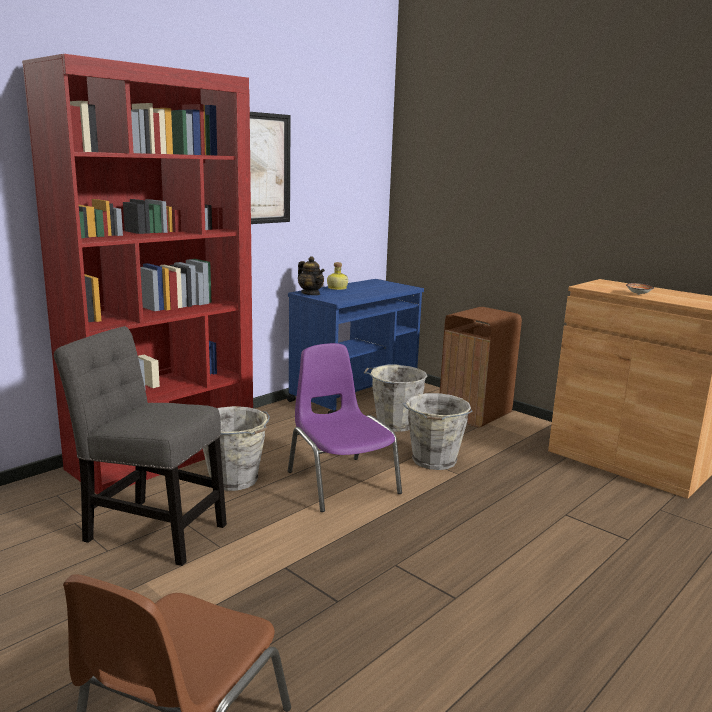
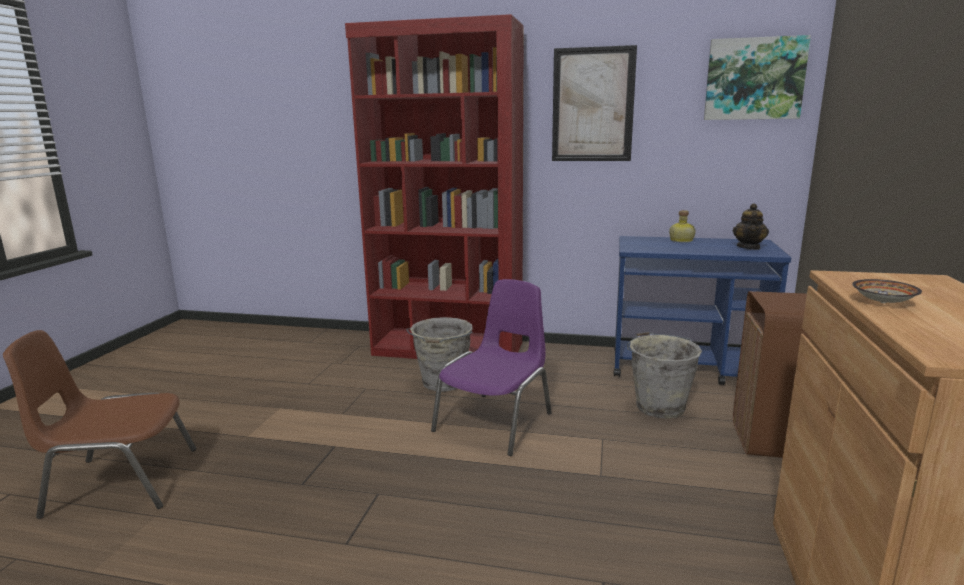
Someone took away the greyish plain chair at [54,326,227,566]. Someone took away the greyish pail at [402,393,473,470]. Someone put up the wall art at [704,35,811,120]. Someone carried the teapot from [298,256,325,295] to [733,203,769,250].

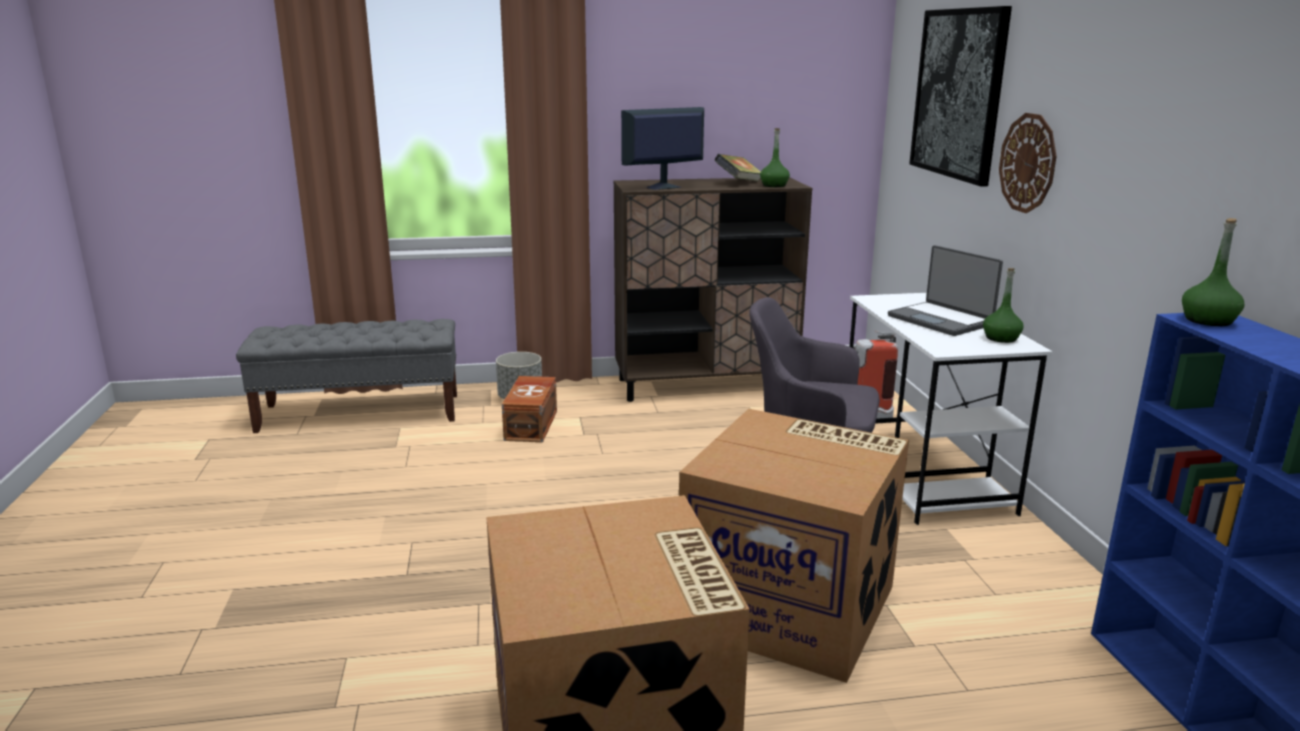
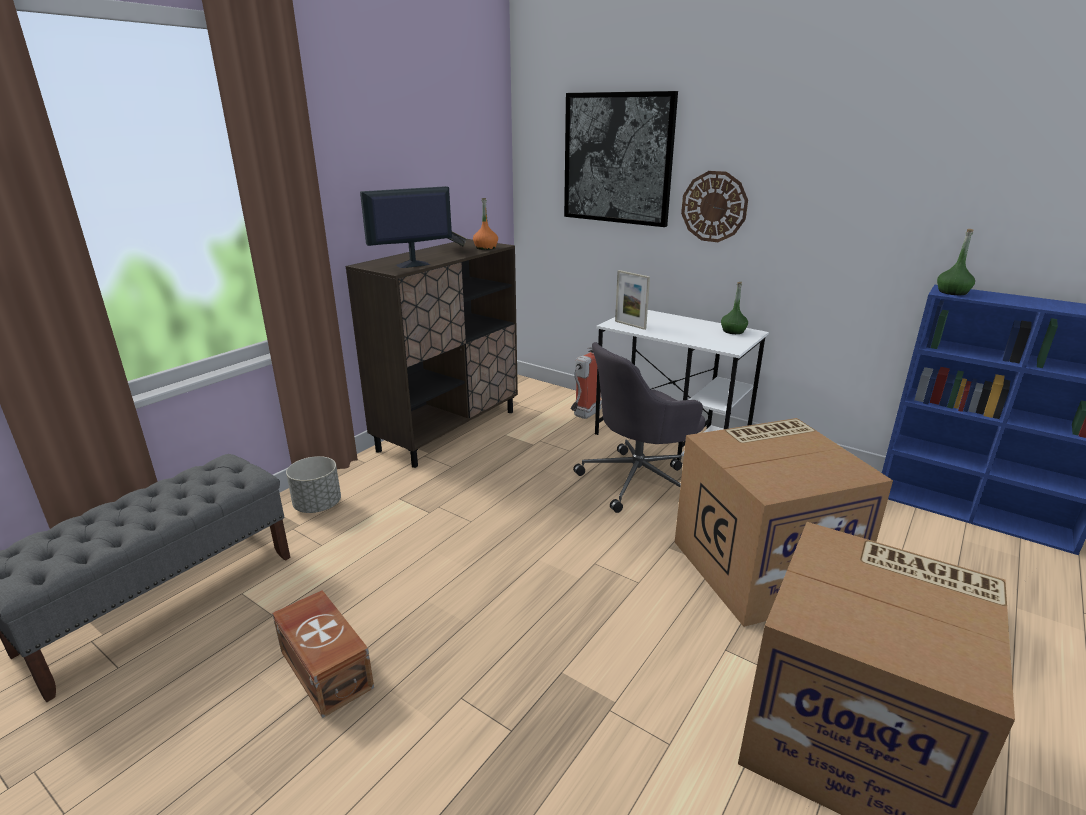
Someone took away the notebook computer at [888,245,1003,336]. Someone put down the standing frame at [615,270,650,330]. Someone carried the brown-coloured storage container from [502,376,557,442] to [272,590,374,718]. Someone repainted the green bottle at [760,128,790,187], which became the orangey bottle at [473,198,498,250]. Someone rotated the computer display at [621,107,704,190] by 45 degrees clockwise.

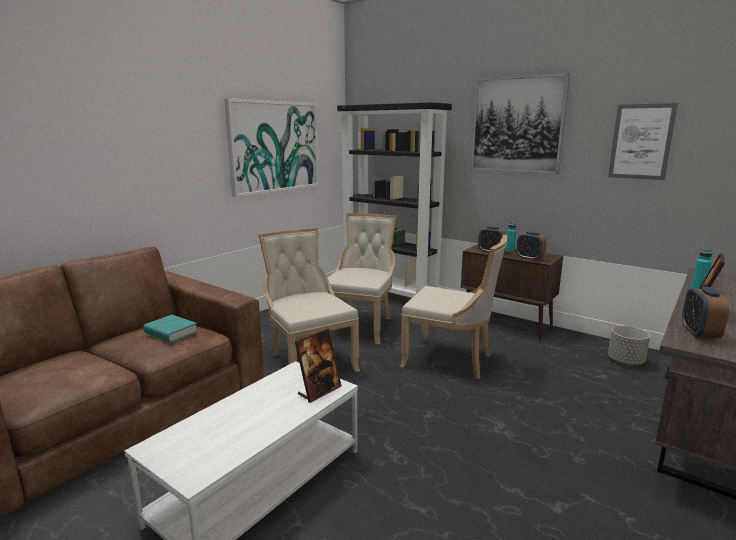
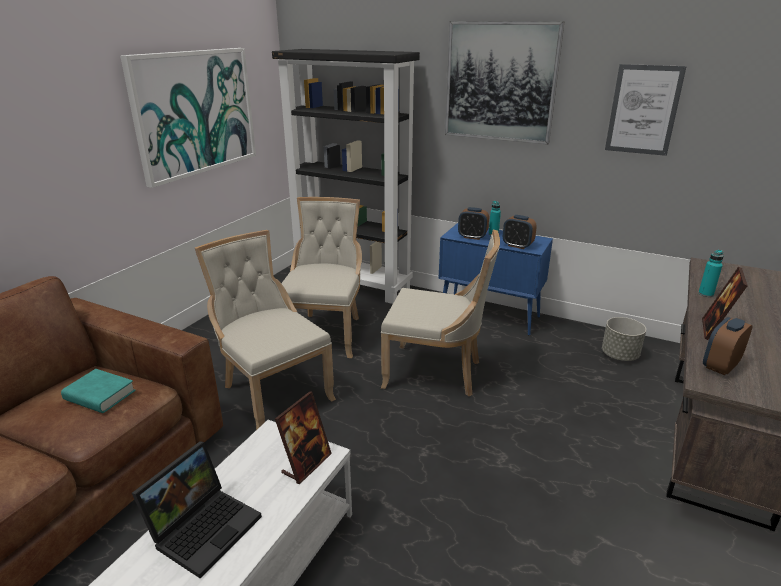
Someone put down the notebook computer at [132,441,262,579]. Someone repainted the brown-coloured cabinet at [461,244,563,341], which became the bluish cabinet at [439,223,553,336]. Someone rotated the alarm clock at [682,287,729,340] by 45 degrees clockwise.

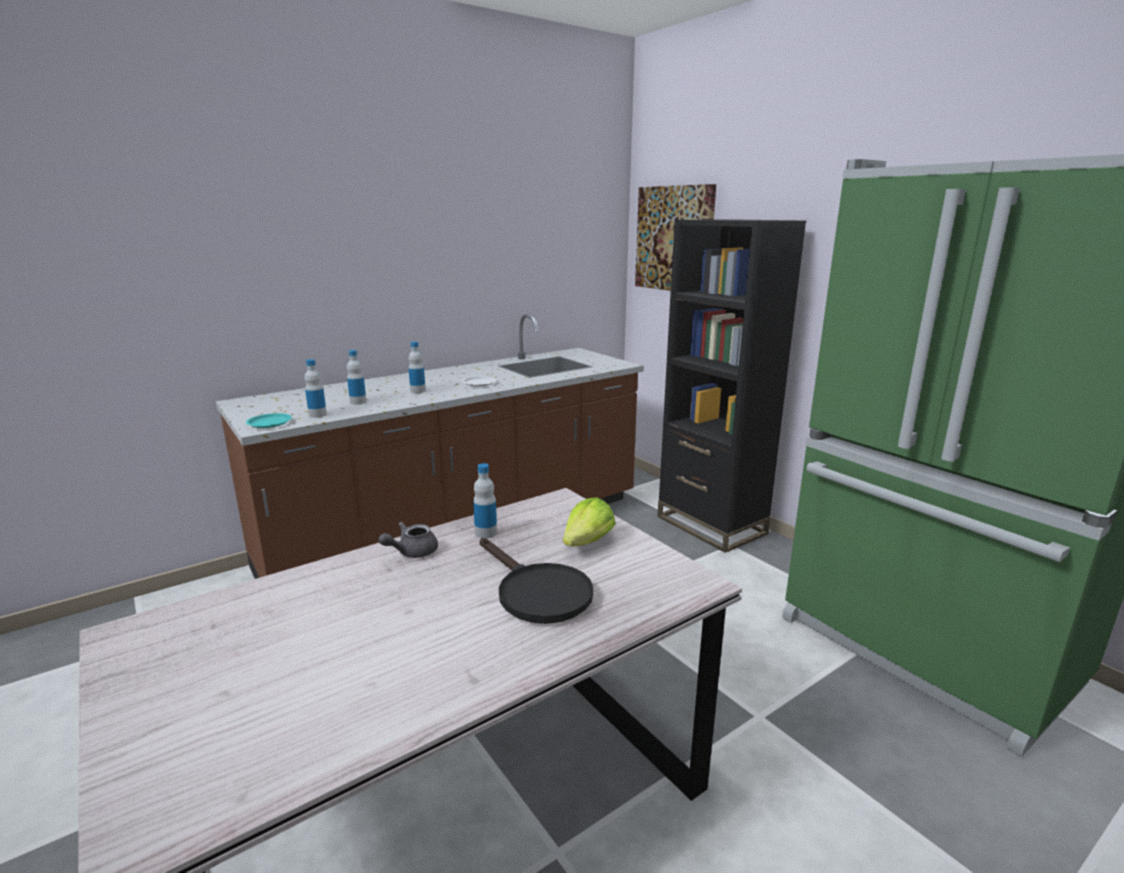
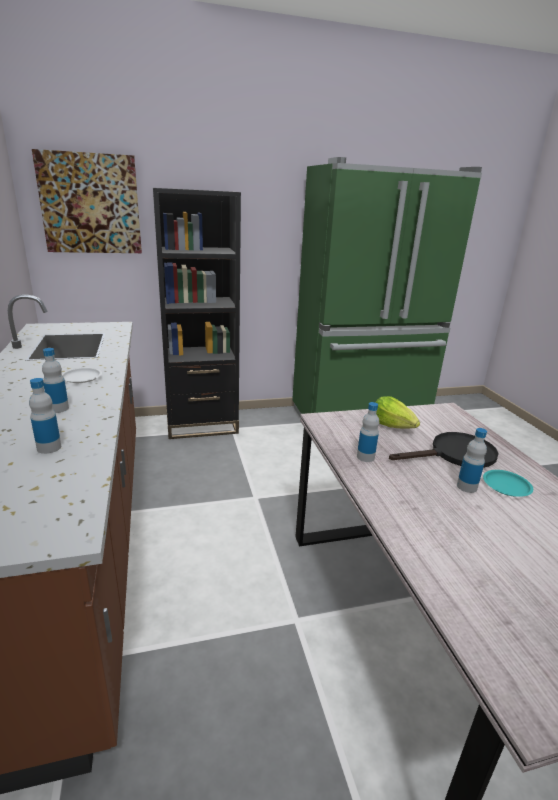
Someone took away the greyish teapot at [379,522,438,558]. Someone carried the turquoise-coloured flat dish from [246,413,292,428] to [483,470,533,497]. Someone carried the bottle from [305,359,327,418] to [457,428,487,493].

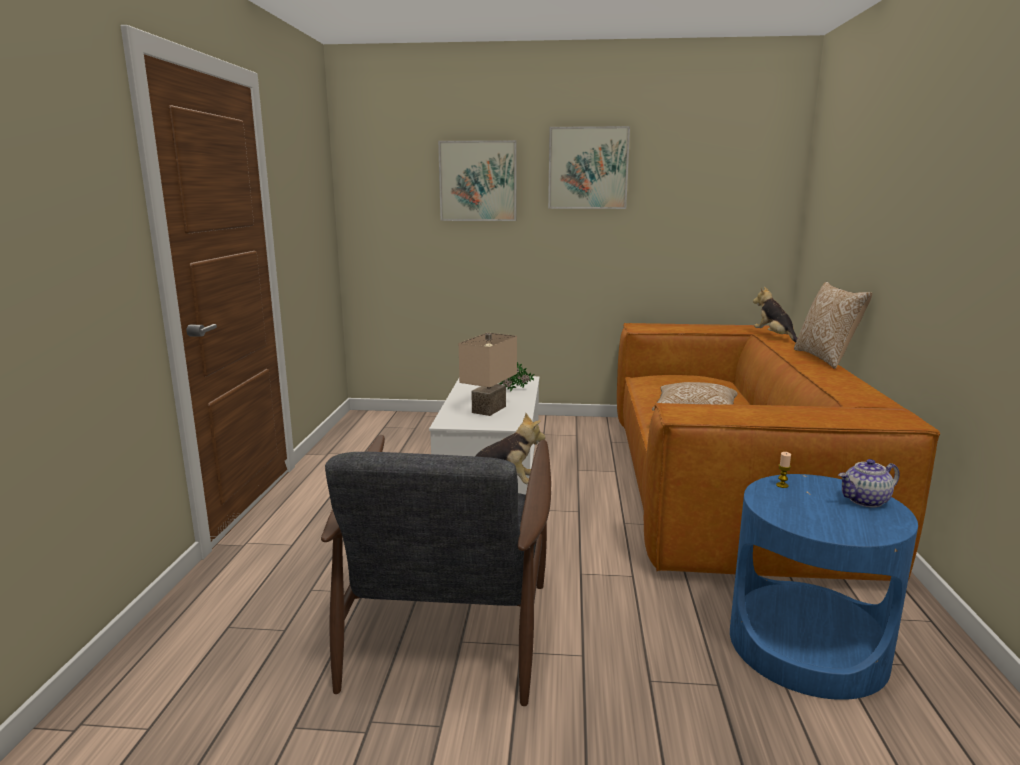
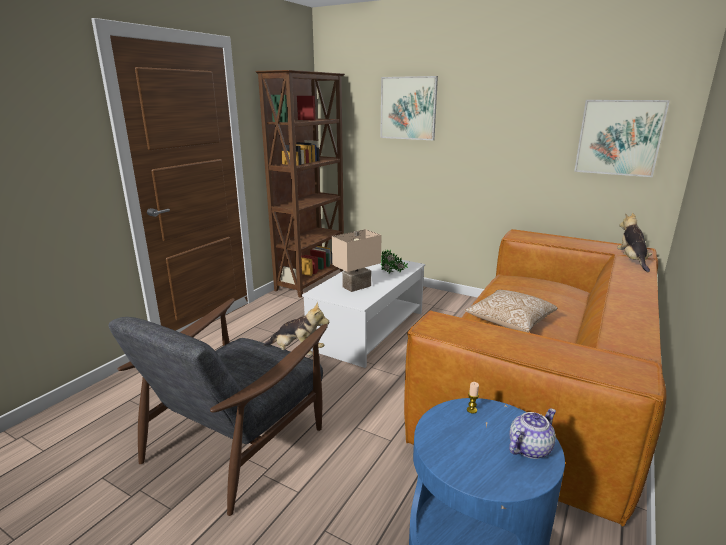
Someone took away the throw pillow at [794,282,872,369]. Someone put down the brown-coloured bookshelf at [255,70,345,298]. Someone carried the wall art from [548,126,630,209] to [574,100,670,177]. Someone rotated the teapot at [839,459,900,507] by 135 degrees clockwise.

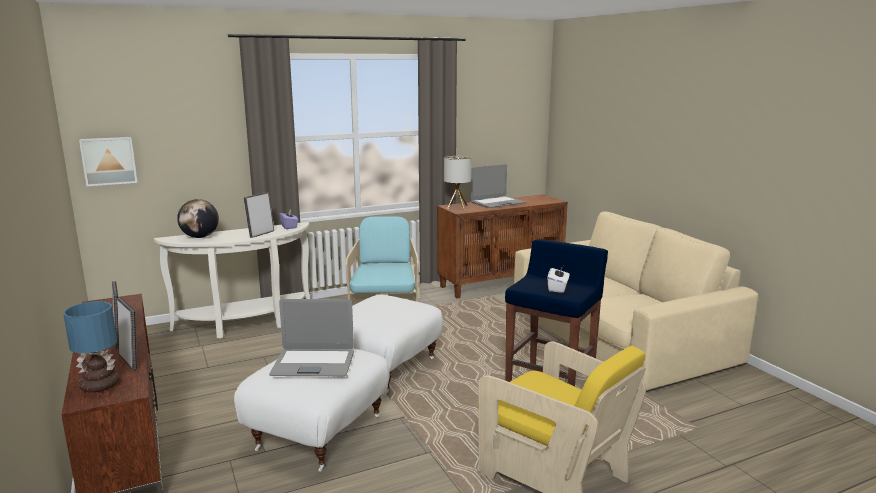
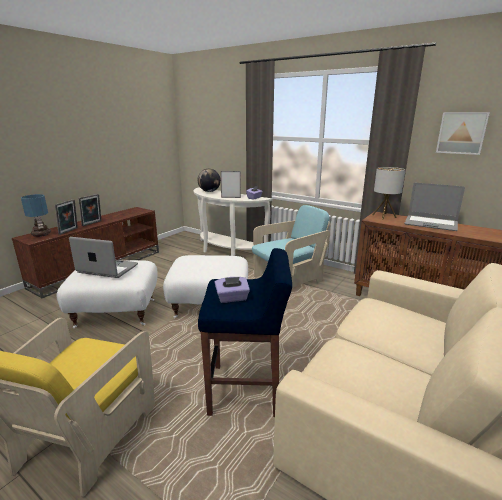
Someone carried the wall art from [79,137,138,186] to [436,112,490,155]. Someone repainted the white-coloured tissue box at [548,266,570,293], which became the purplish tissue box at [214,277,250,303]. Someone rotated the notebook computer at [269,299,354,376] by 135 degrees clockwise.

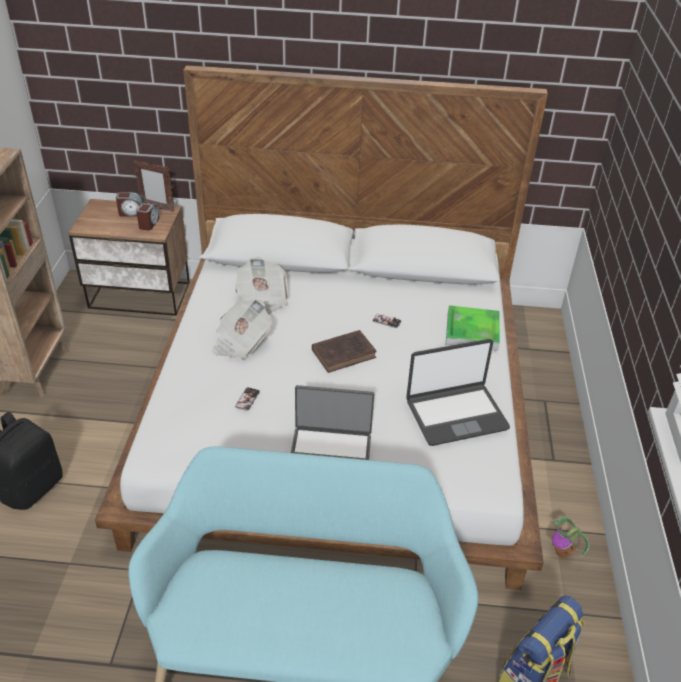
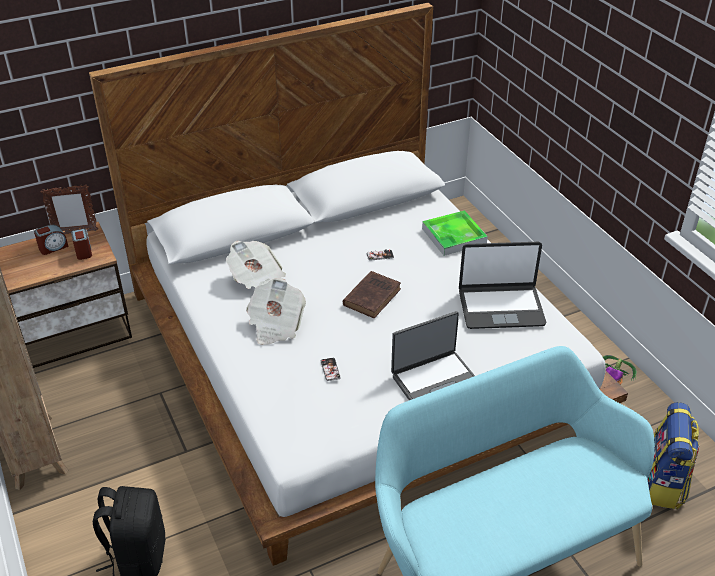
Someone rotated the notebook computer at [406,339,510,446] by 45 degrees clockwise.

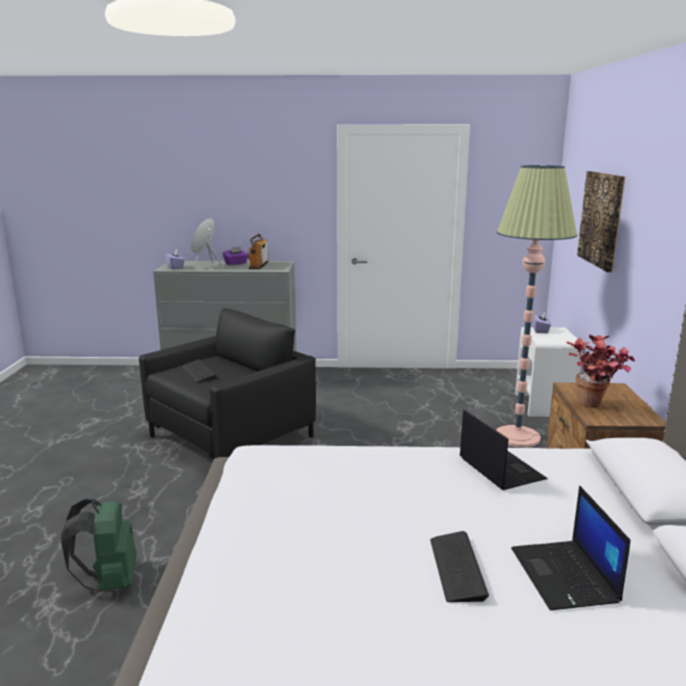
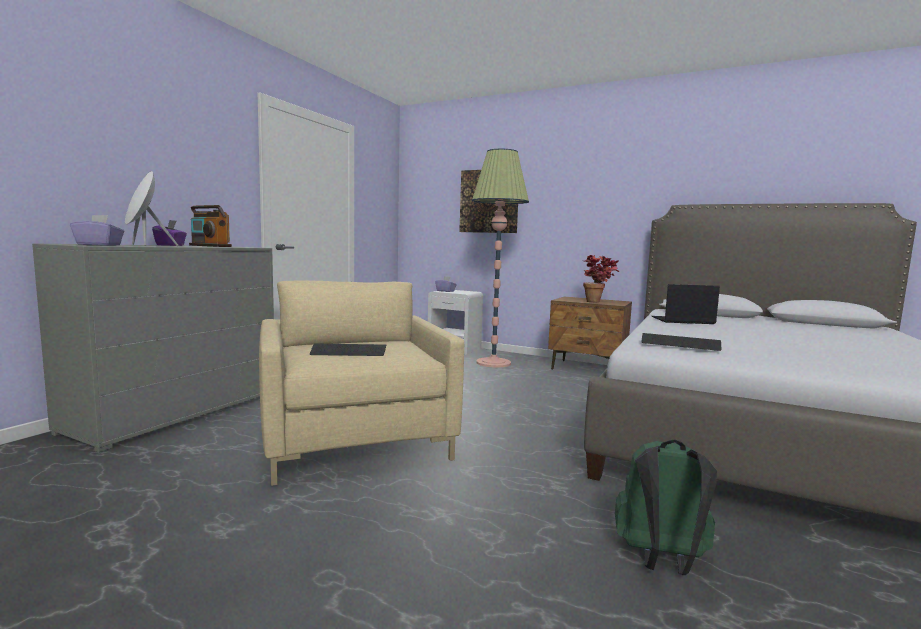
Someone took away the notebook computer at [511,485,631,610]. Someone carried the computer keyboard from [430,531,489,602] to [642,333,721,351]. Someone repainted the black-coloured armchair at [139,308,316,459], which became the sand-coloured armchair at [259,280,464,486].

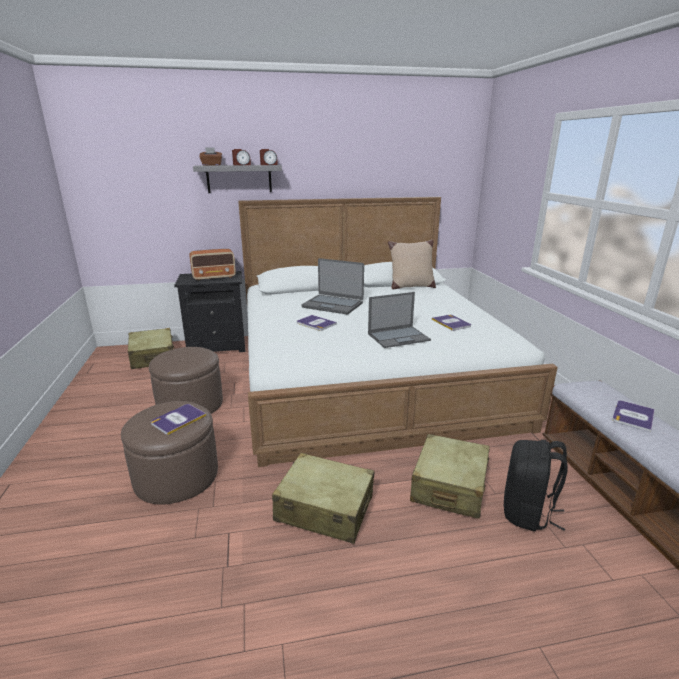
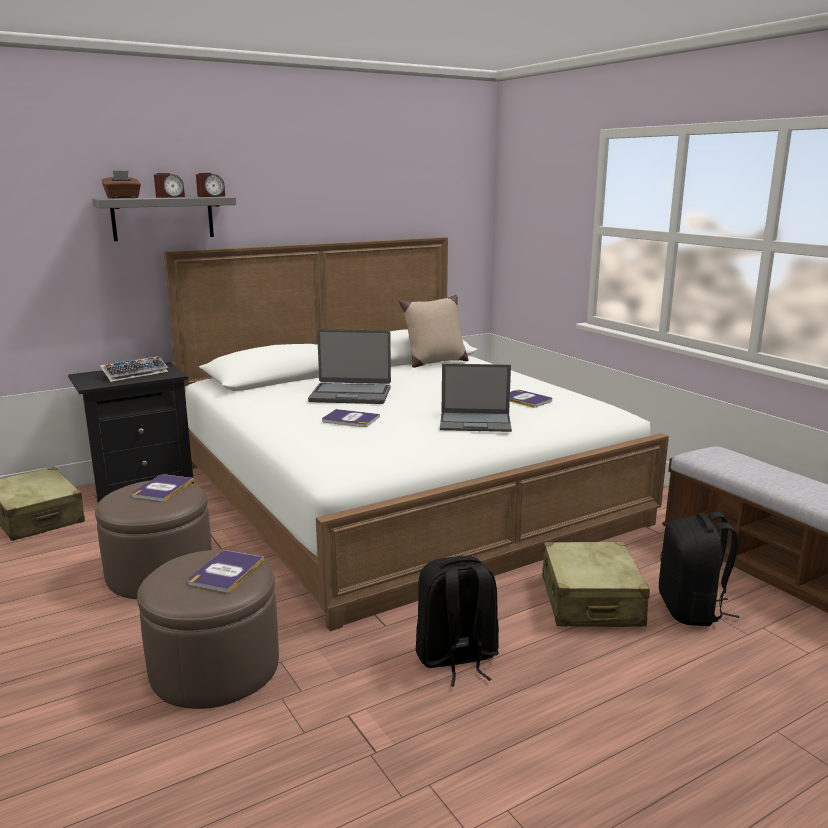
Someone carried the volume from [612,400,655,432] to [132,475,194,502]. Someone swapped the radio receiver at [189,249,236,281] for the computer keyboard at [100,356,168,382]. Someone swapped the sand-coloured suitcase at [272,453,374,544] for the black-coloured backpack at [415,556,499,687]. Someone rotated the notebook computer at [368,292,431,348] by 45 degrees clockwise.

